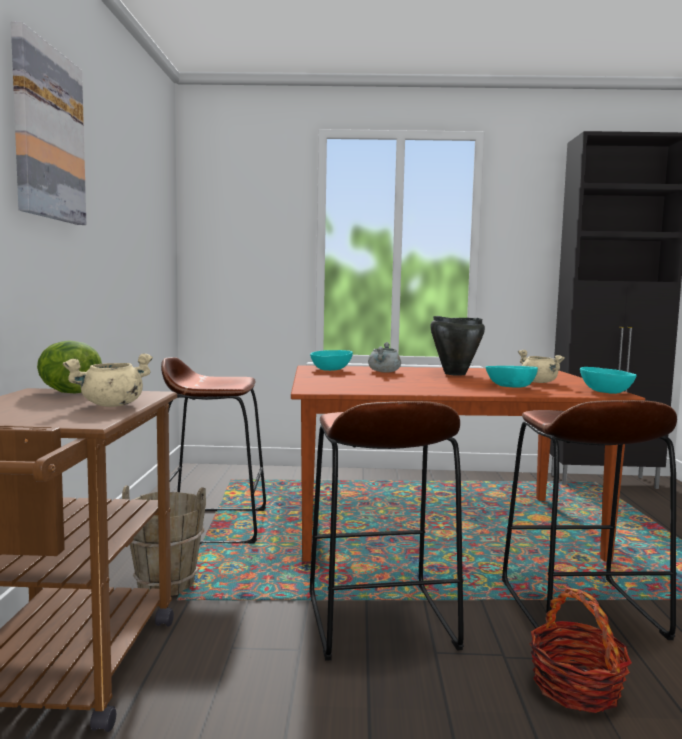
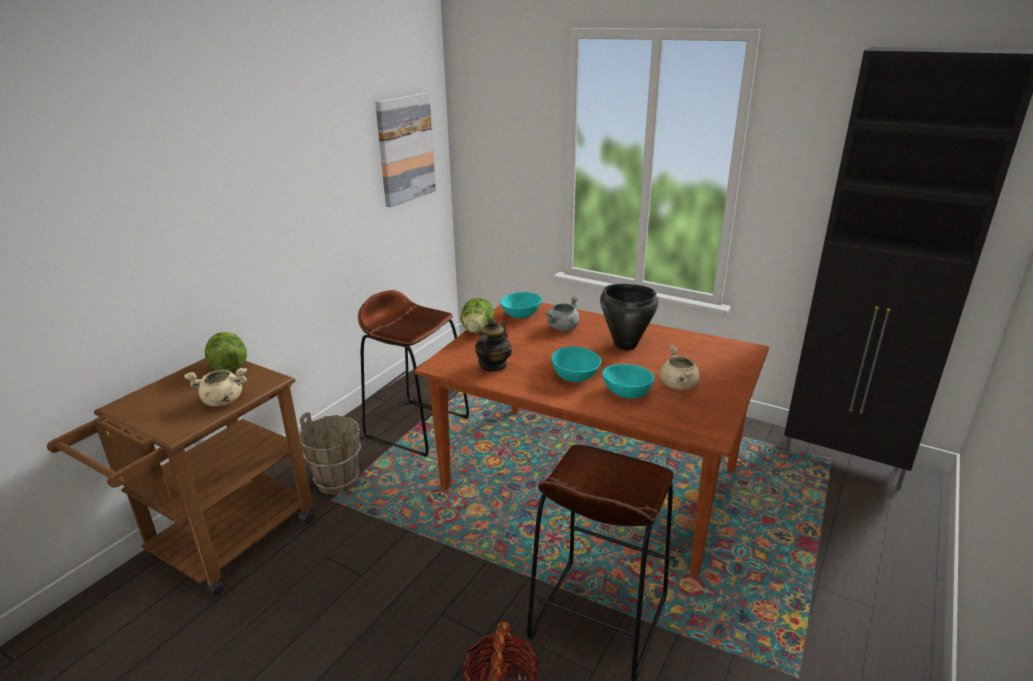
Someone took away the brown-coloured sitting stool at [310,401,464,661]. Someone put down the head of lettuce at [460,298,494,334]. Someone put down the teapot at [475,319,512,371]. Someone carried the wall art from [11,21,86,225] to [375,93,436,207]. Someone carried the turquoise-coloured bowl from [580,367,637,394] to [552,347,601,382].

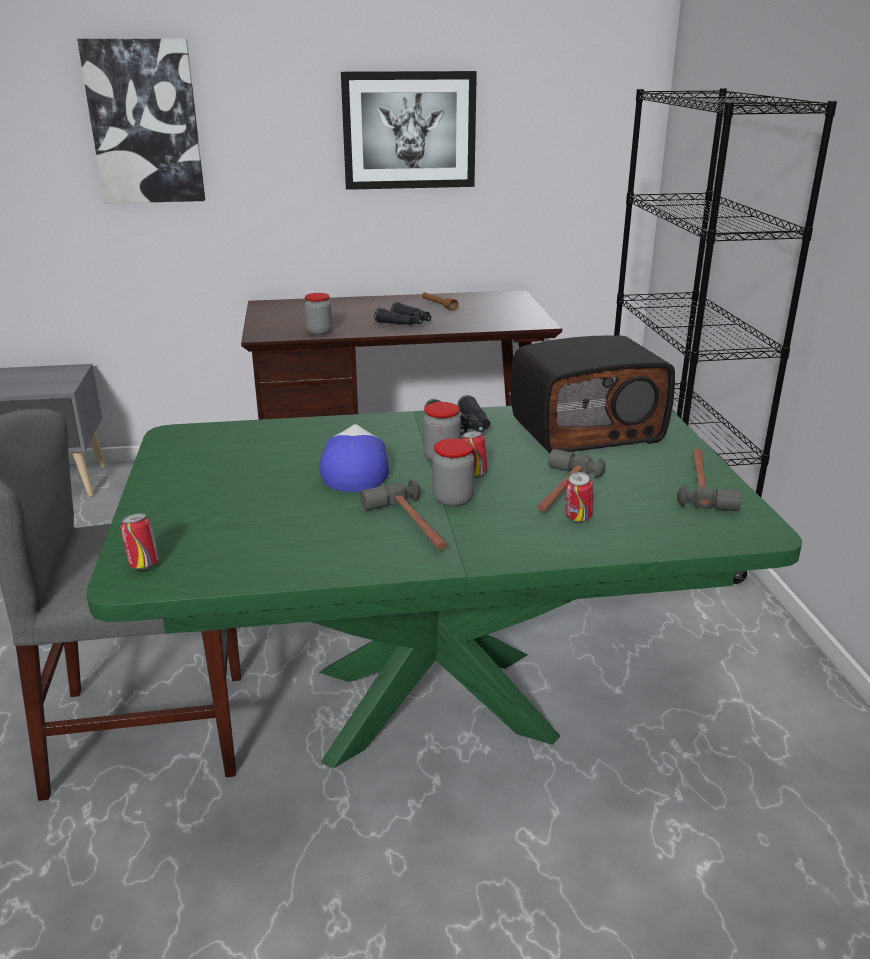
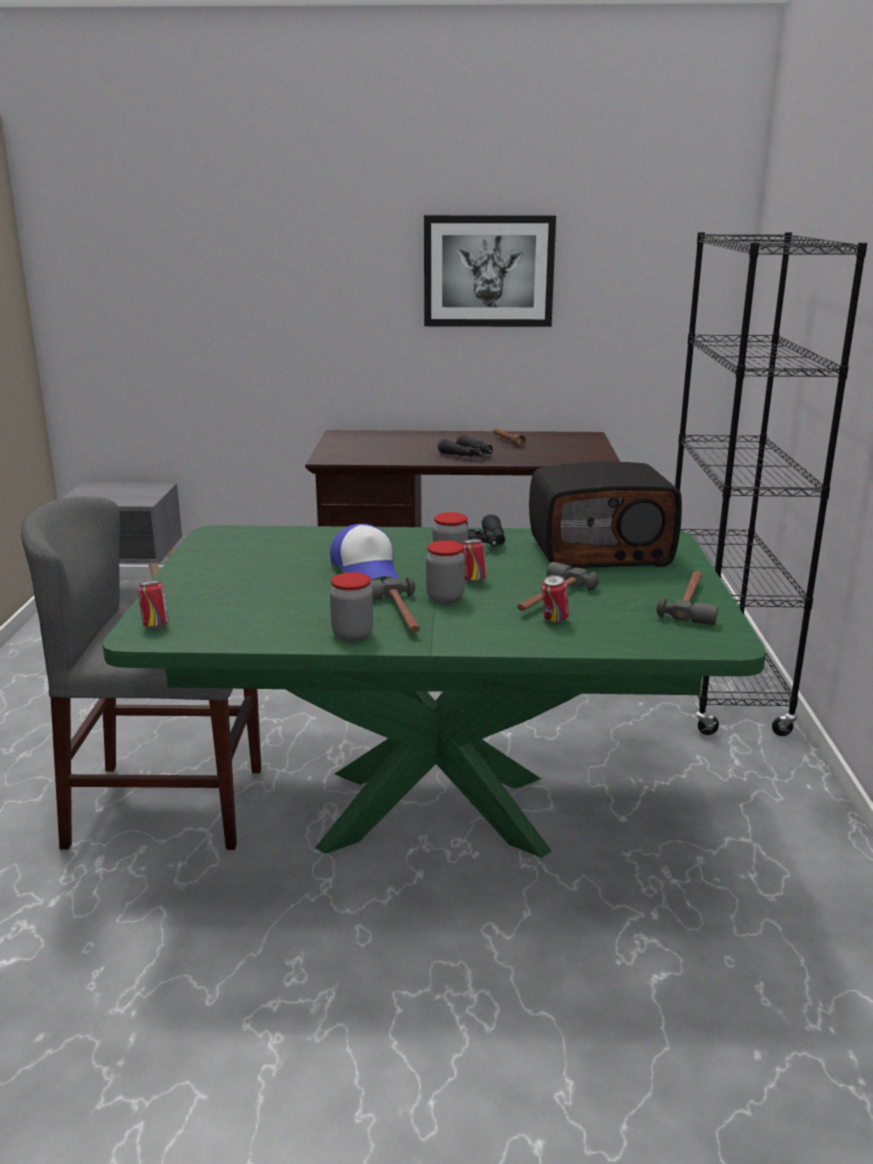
Someone took away the wall art at [77,39,205,203]. Someone carried the preserve jar from [304,293,332,335] to [330,572,373,641]. Someone rotated the baseball cap at [319,424,389,492] by 150 degrees clockwise.

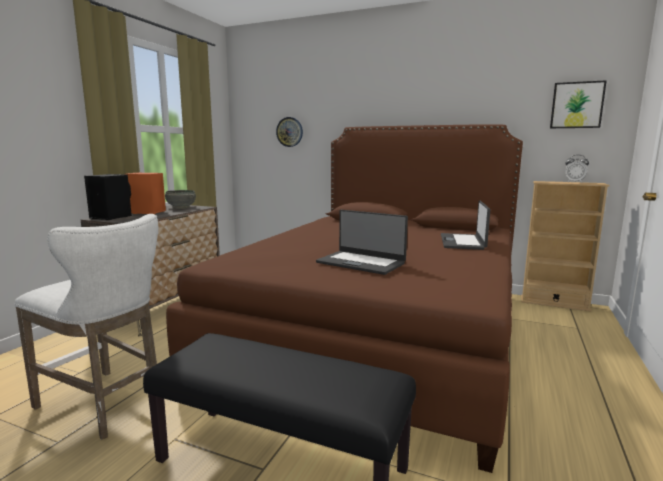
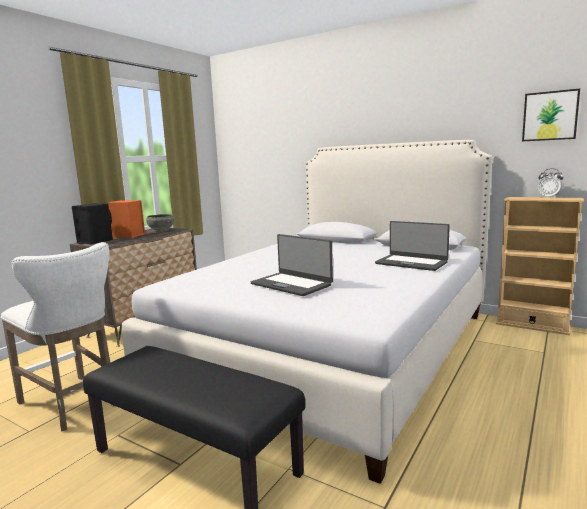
Someone took away the hanging clock at [276,117,303,147]. Someone repainted the brown-coloured bed at [166,124,523,473], which became the white-coloured bed at [122,140,492,484]. Someone rotated the notebook computer at [441,200,490,250] by 75 degrees counterclockwise.

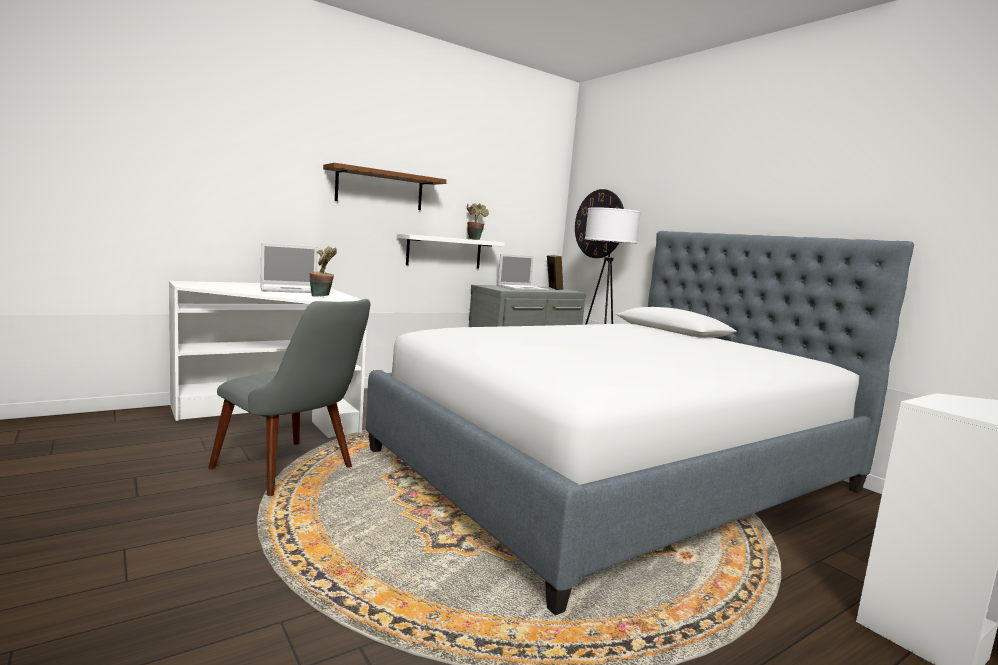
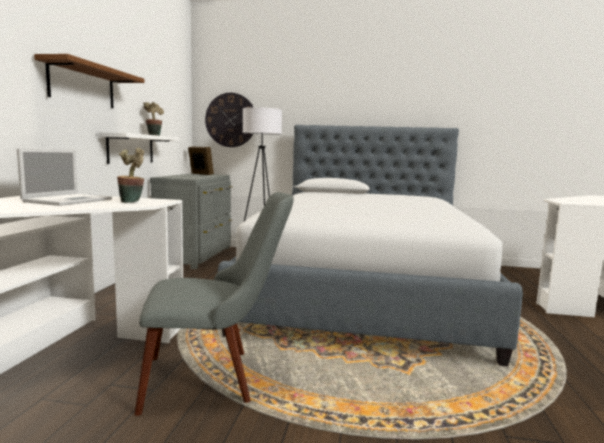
Someone took away the notebook computer at [498,254,549,291].

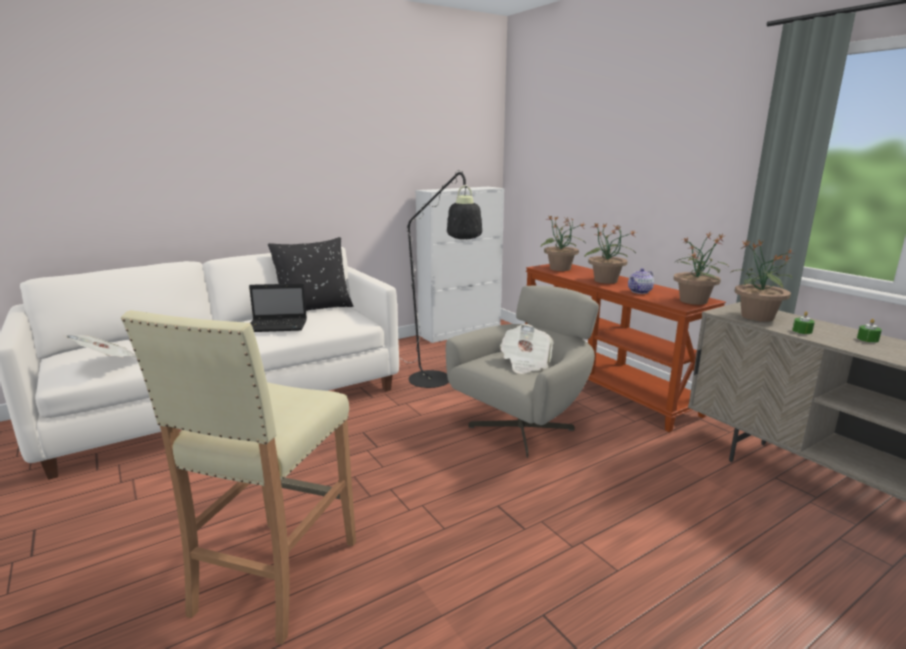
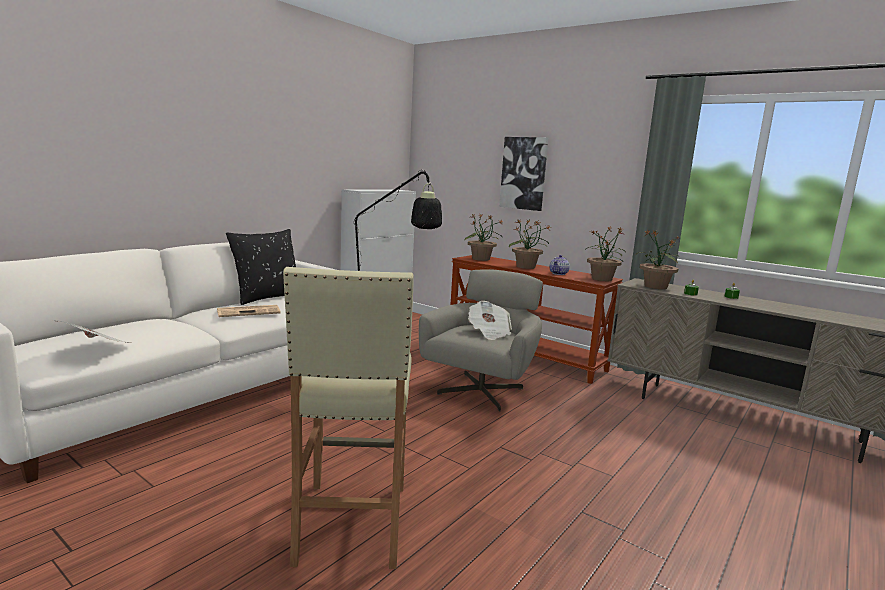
Someone put up the wall art at [499,137,548,211]. Someone swapped the notebook computer at [249,283,307,332] for the daily paper at [217,305,281,317].

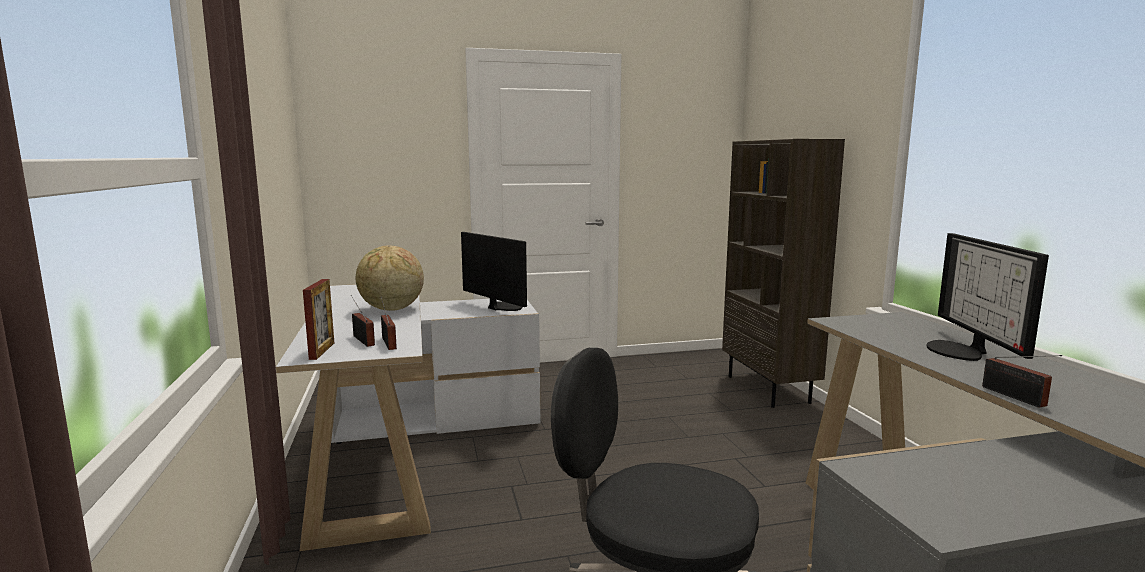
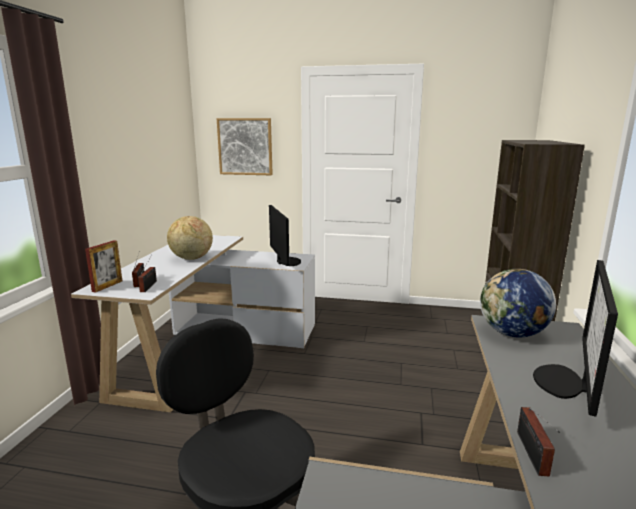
Someone put up the wall art at [217,118,273,175]. Someone put down the world globe at [480,269,556,337].

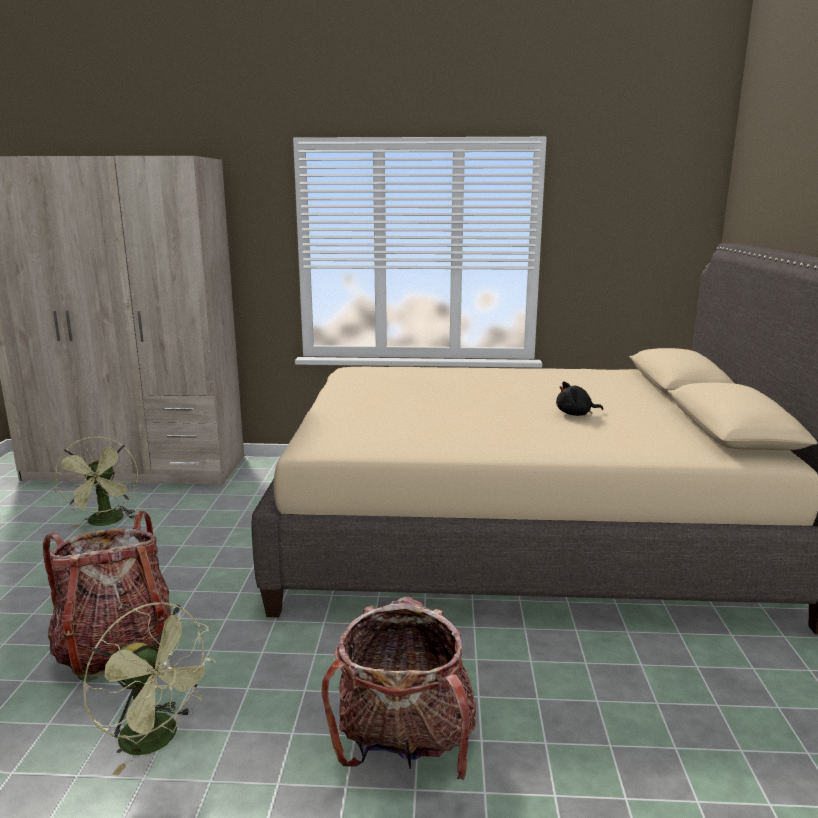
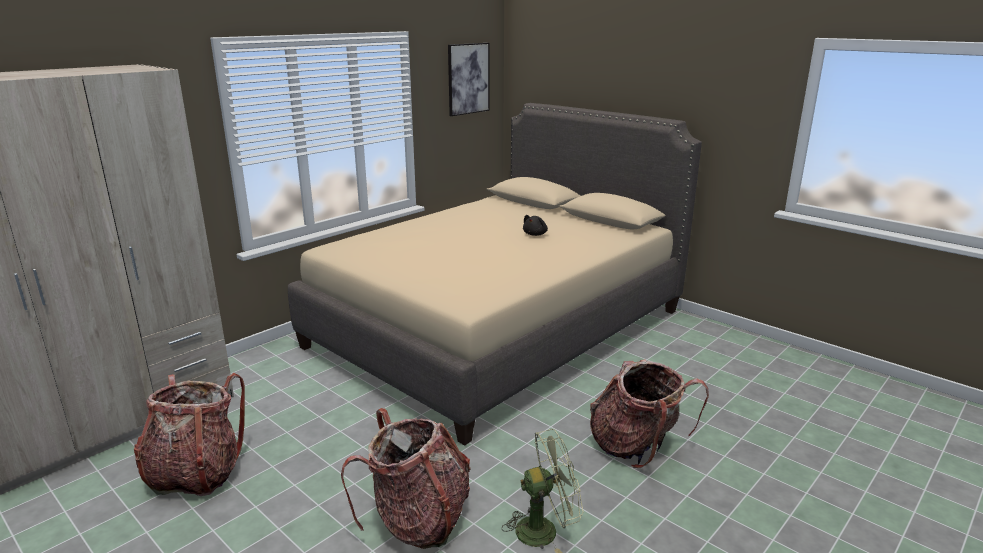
Someone put up the wall art at [448,43,489,116]. Someone swapped the green fan at [53,436,138,528] for the backpack at [134,373,245,496].

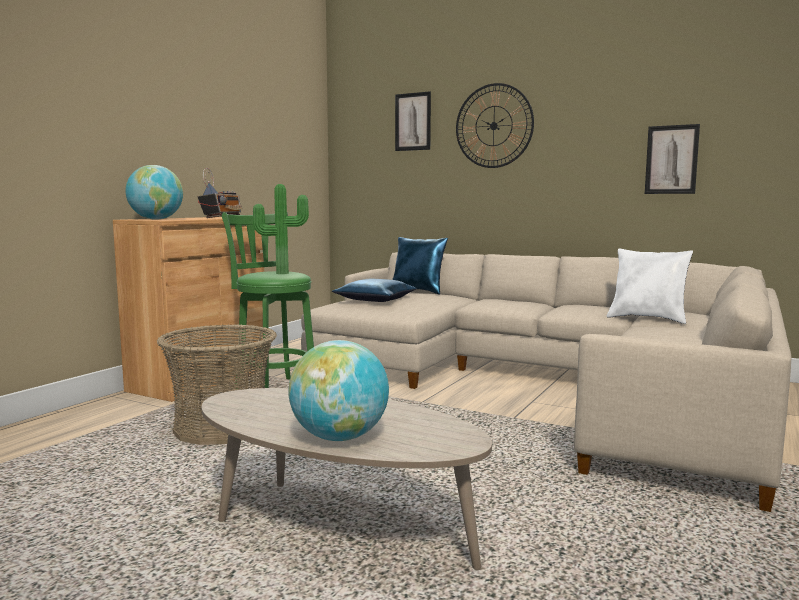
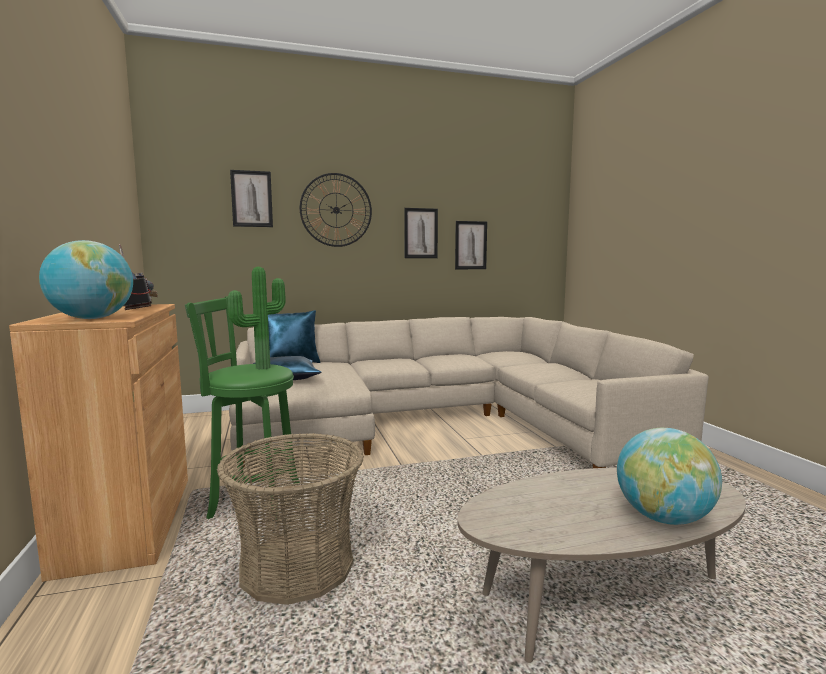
Someone took away the white-coloured throw pillow at [607,249,693,324]. Someone put up the wall art at [404,208,438,258].

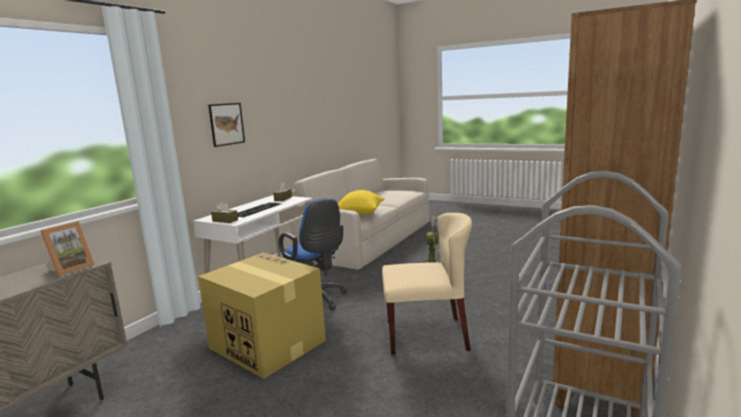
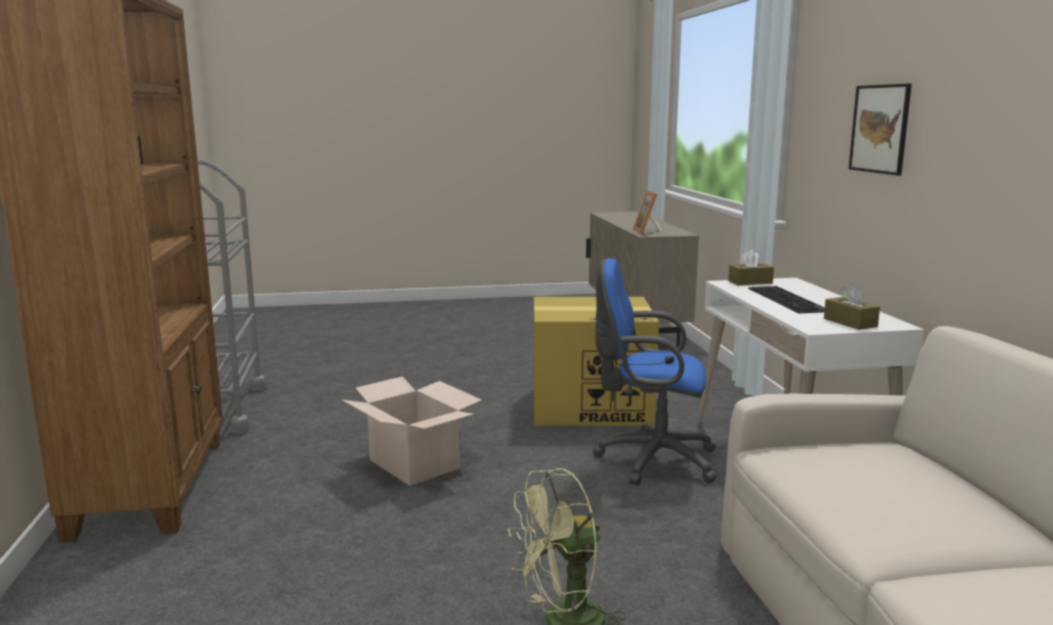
Someone took away the yellow throw pillow at [338,190,385,215]. Someone swapped the sand-coloured plain chair at [382,213,472,355] for the carton at [342,376,482,486].

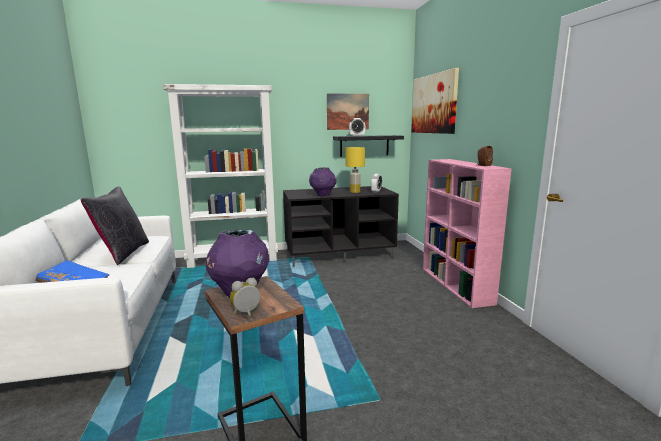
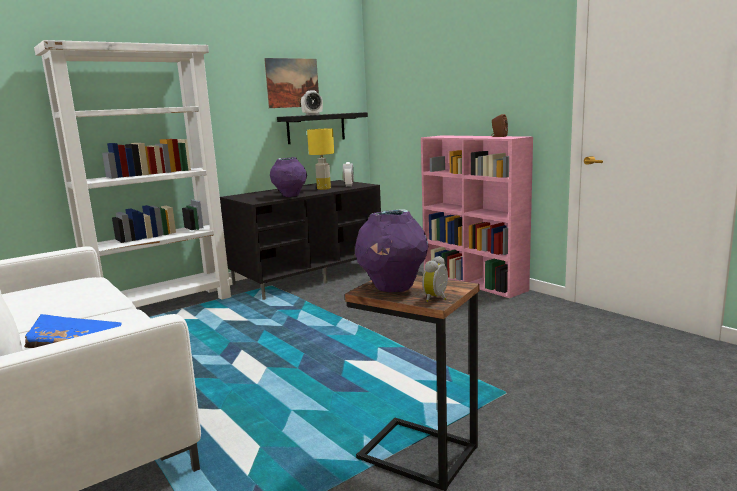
Someone took away the black-coloured throw pillow at [81,186,149,265]. Someone took away the wall art at [412,68,459,134].

